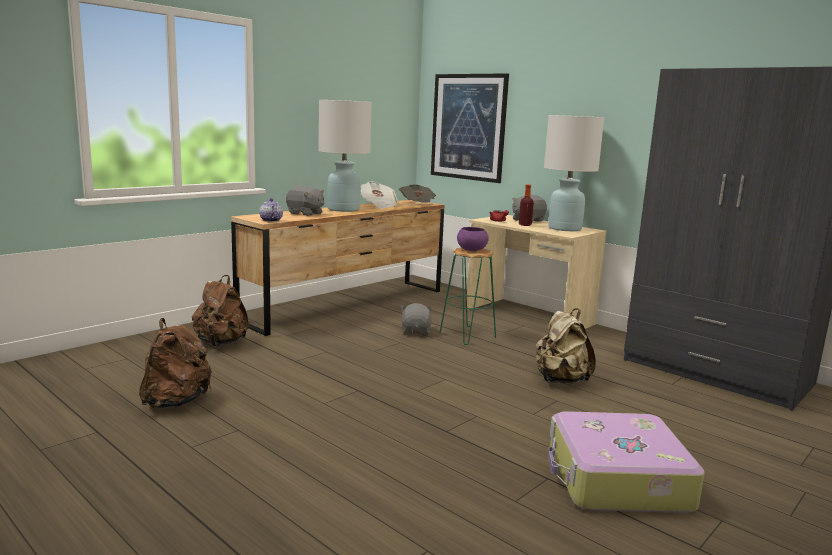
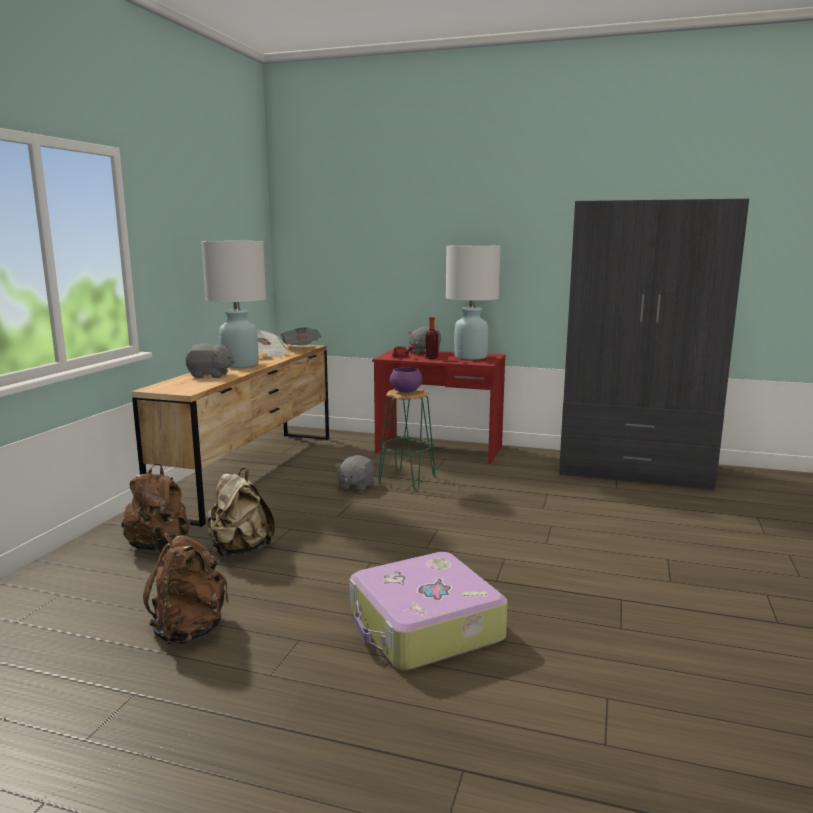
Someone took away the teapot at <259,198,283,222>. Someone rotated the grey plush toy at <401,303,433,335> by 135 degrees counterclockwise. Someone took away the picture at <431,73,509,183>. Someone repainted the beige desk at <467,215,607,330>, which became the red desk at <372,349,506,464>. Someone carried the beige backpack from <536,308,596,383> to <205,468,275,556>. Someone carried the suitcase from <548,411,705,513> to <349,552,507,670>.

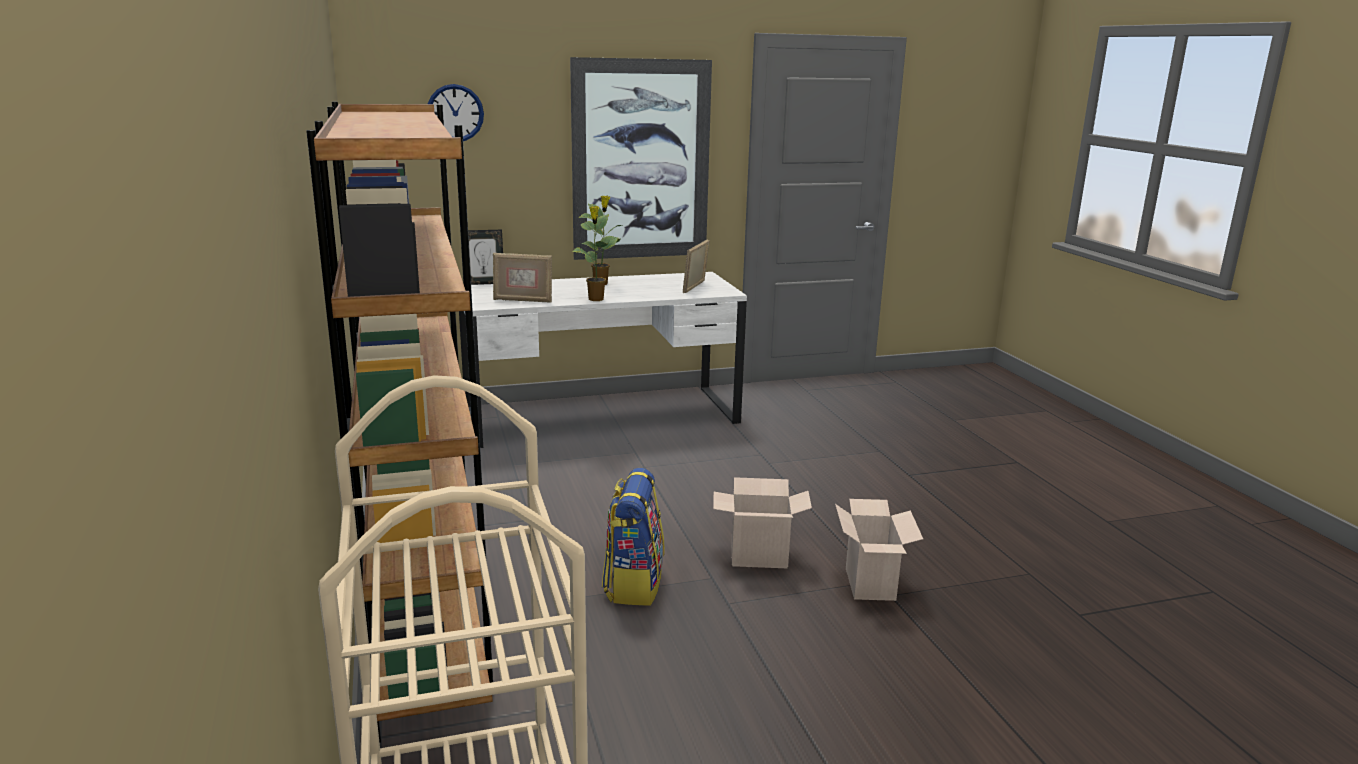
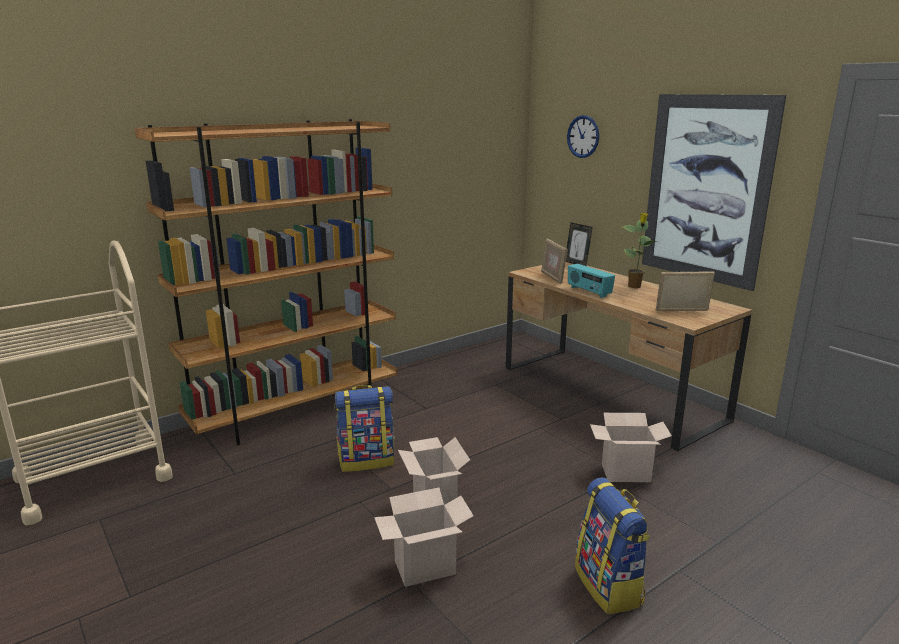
Someone repainted the white desk at <459,272,747,448>, which became the brown desk at <506,262,752,451>. Someone swapped the potted plant at <572,206,618,301> for the radio at <568,264,615,298>. Someone put down the backpack at <575,477,650,614>. Someone put down the cardboard box at <590,413,672,482>.

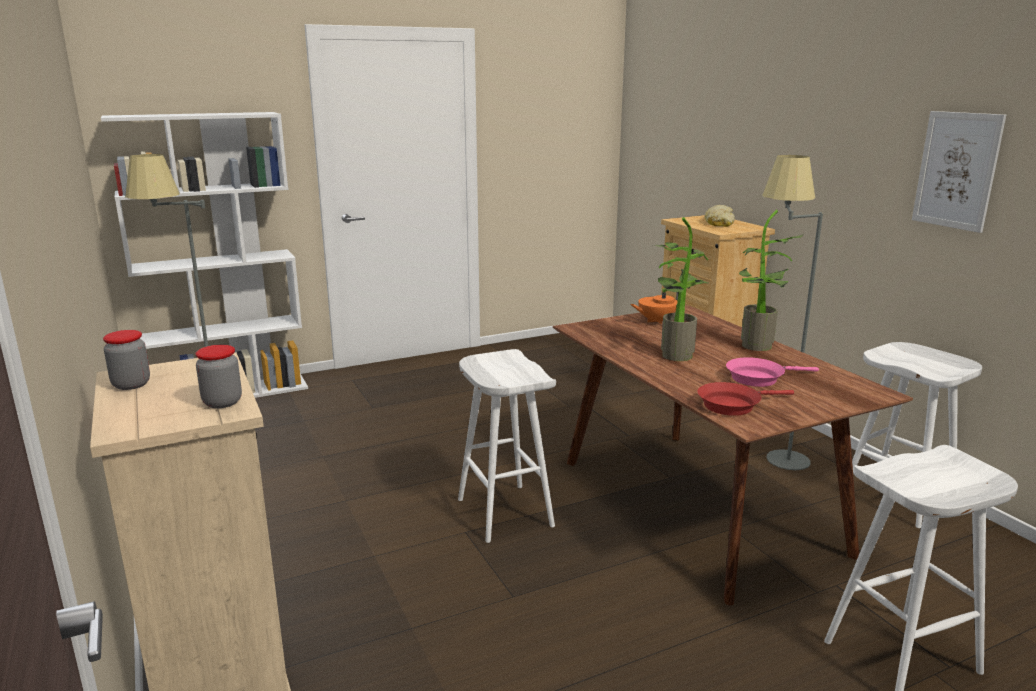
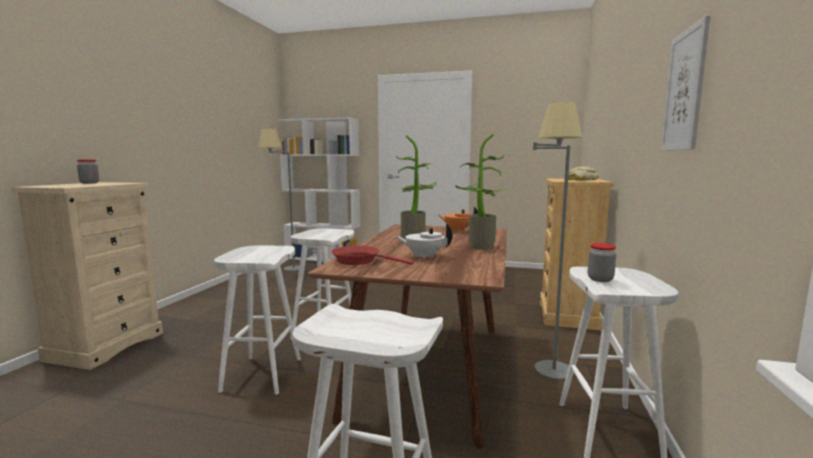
Someone carried the jar from <196,345,242,408> to <588,243,616,282>. Someone swapped the pink frying pan at <726,357,819,387> for the white teapot at <395,224,453,259>. Someone put down the white stool at <214,245,301,395>.

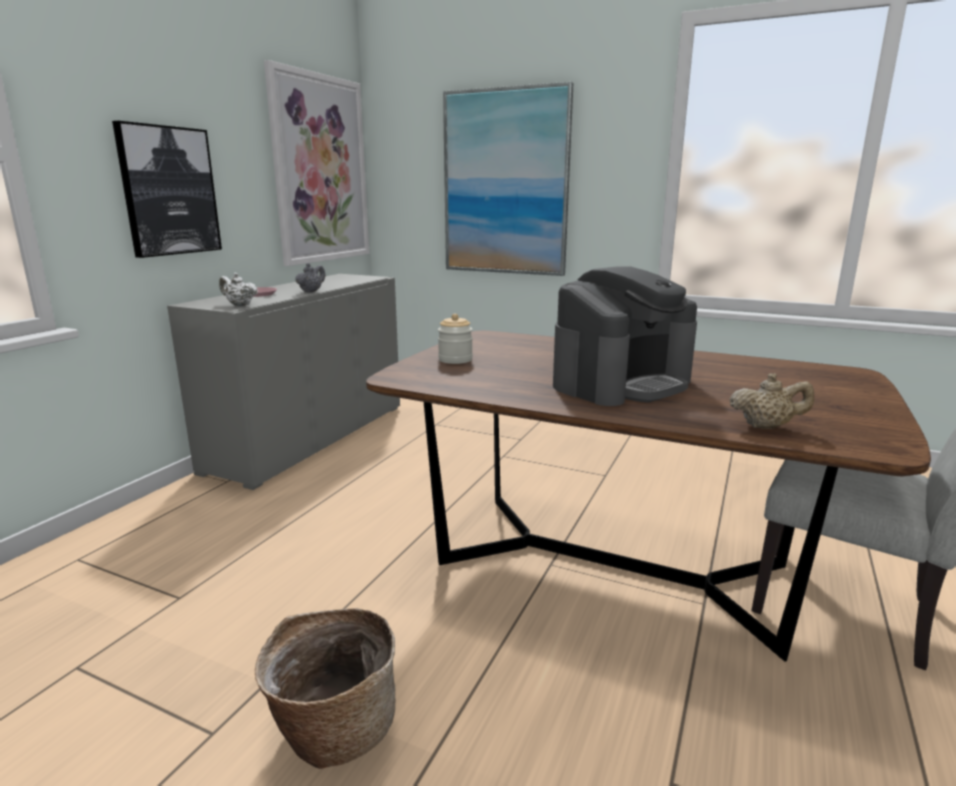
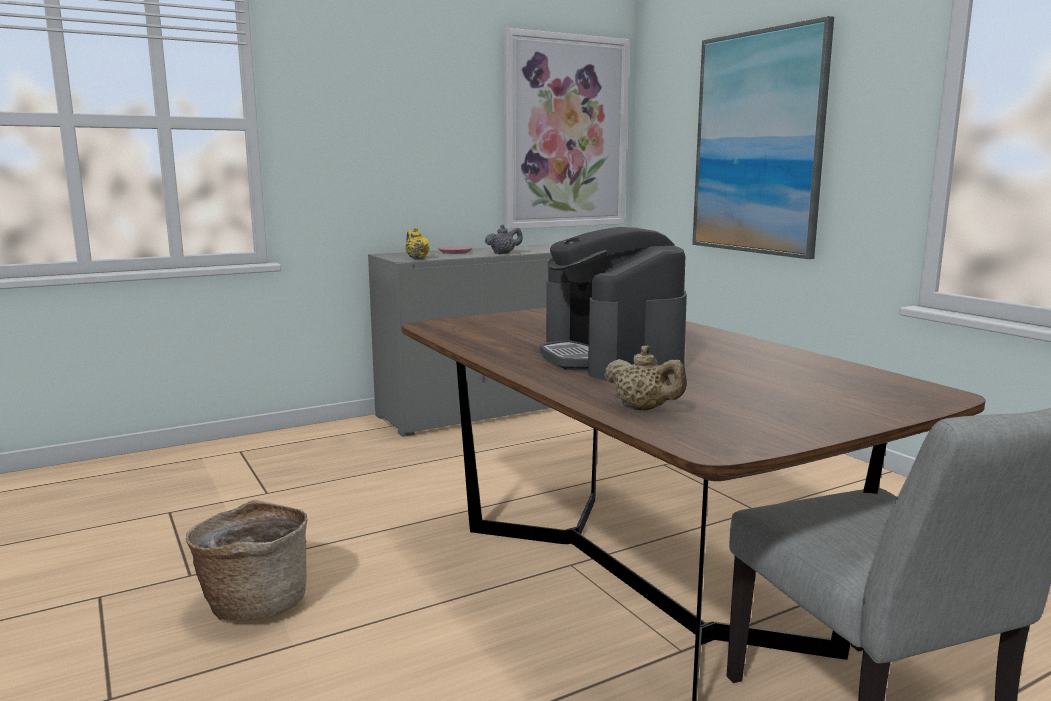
Someone took away the picture at <112,121,222,258>. Someone repainted the white teapot at <219,273,258,306>, which became the yellow teapot at <405,227,429,259>. Someone took away the jar at <438,314,473,364>. Someone rotated the coffee machine at <553,266,697,406> by 75 degrees clockwise.

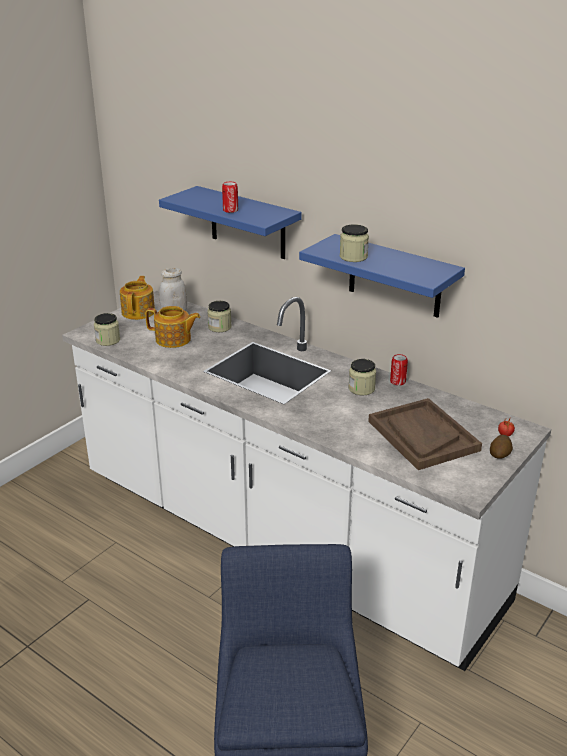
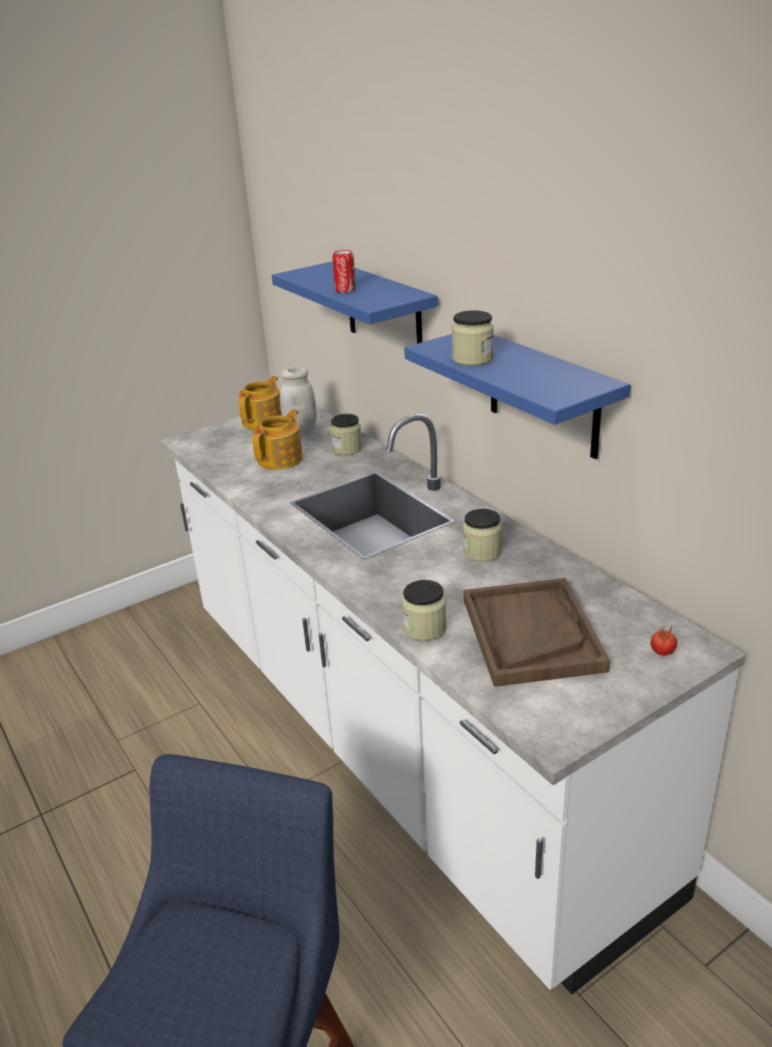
Someone carried the jar from <94,313,120,346> to <402,580,447,641>. Someone rotated the teapot at <145,306,200,348> by 90 degrees counterclockwise. Someone took away the can at <390,354,408,386>. Someone took away the potato at <490,435,513,459>.

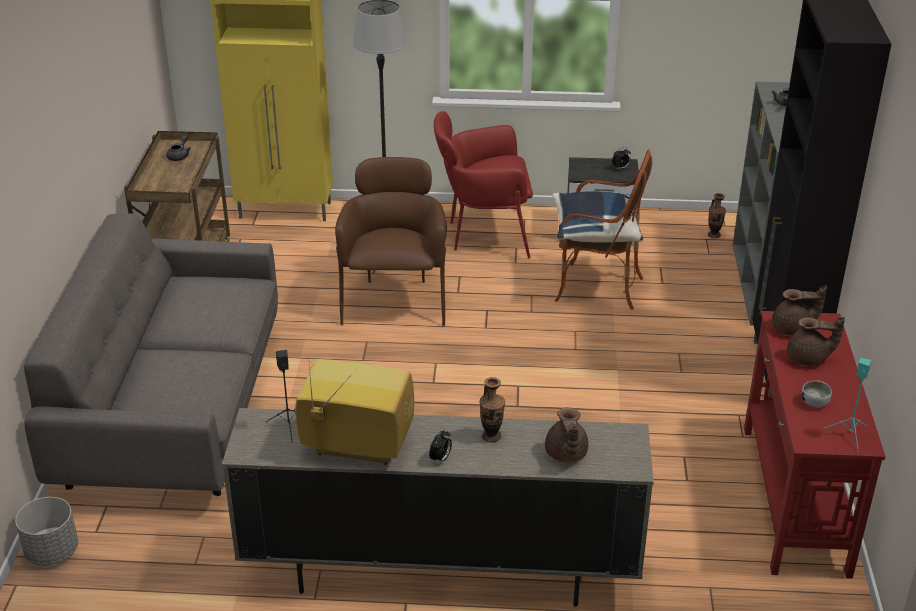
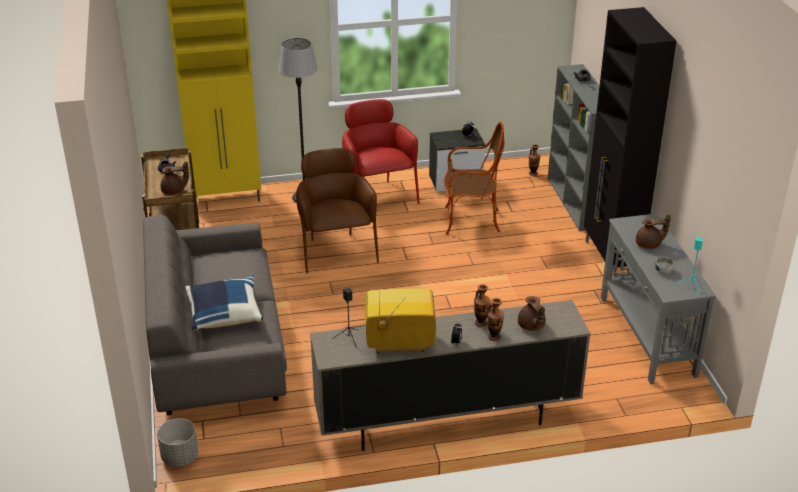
Someone rotated the red armchair at <434,111,533,258> by 90 degrees clockwise. Someone carried the blue pillow from <552,191,643,243> to <185,275,263,330>. Someone repainted the red console table at <744,311,886,579>, which became the grey console table at <601,213,716,384>. Someone carried the brown teapot from <772,286,827,336> to <161,162,189,195>. Someone put down the vase at <487,298,504,341>.

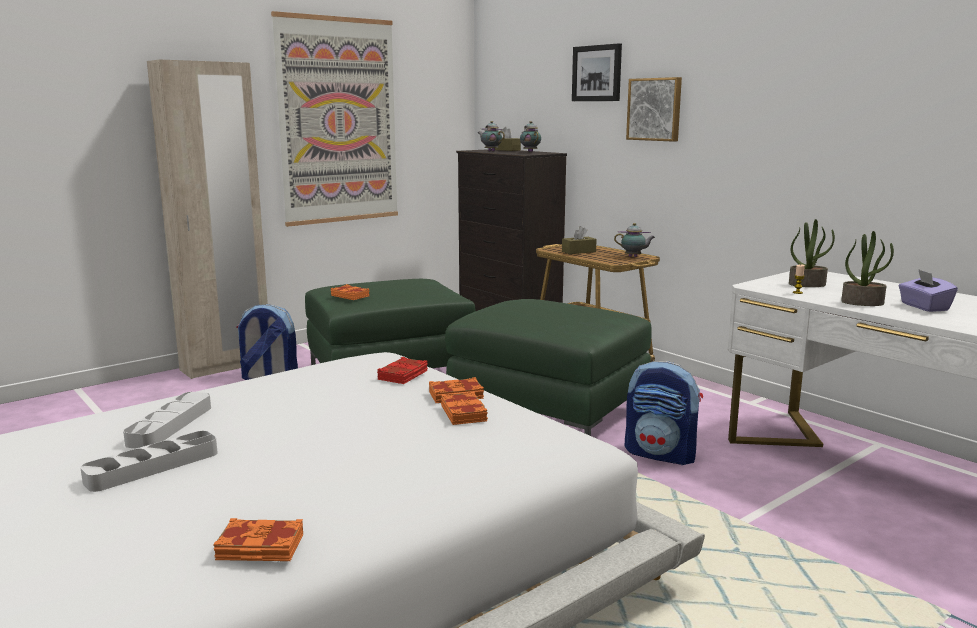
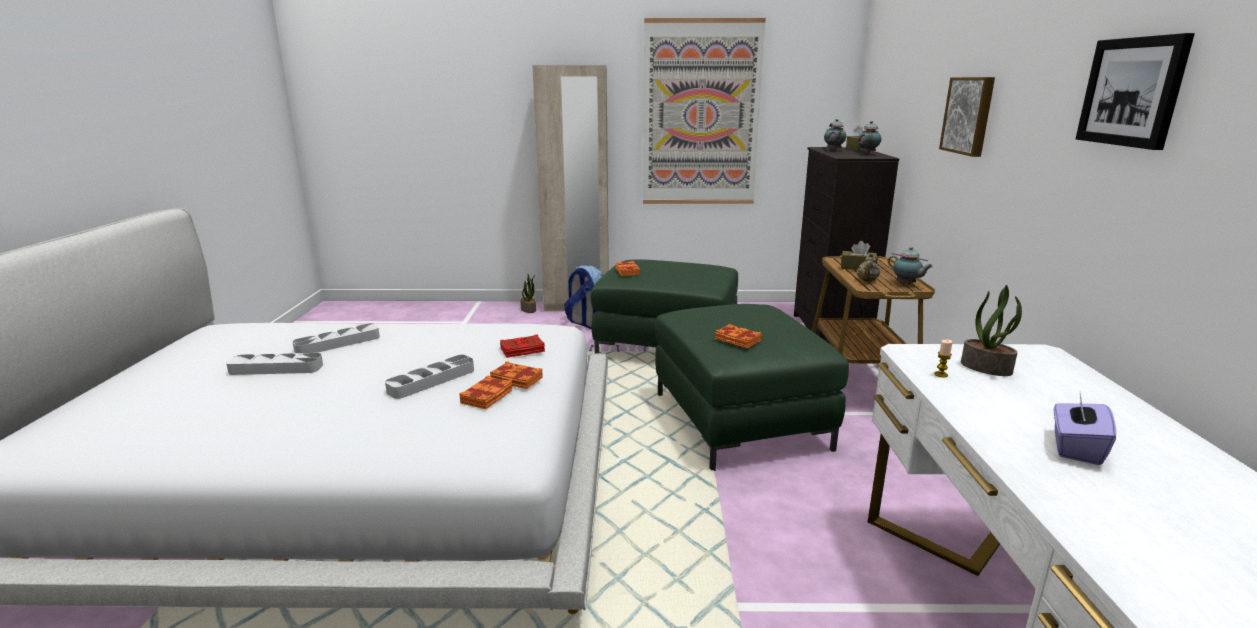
Someone carried the orange book from <213,518,303,561> to <715,324,762,348>. Someone carried the picture from <572,43,622,101> to <1076,33,1195,150>. Someone took away the backpack at <625,361,703,465>. Someone carried the potted plant from <841,231,894,306> to <520,273,536,313>. Someone put down the grey tray at <385,355,474,399>. Someone put down the beige teapot at <857,254,880,282>.

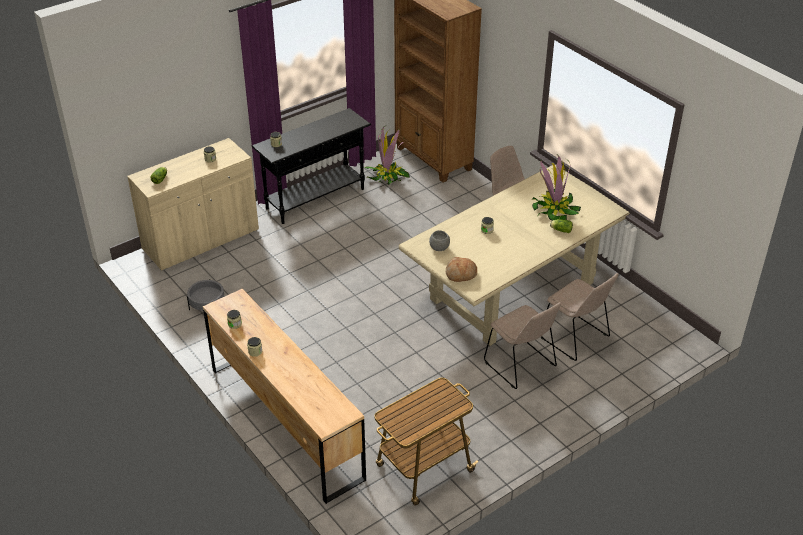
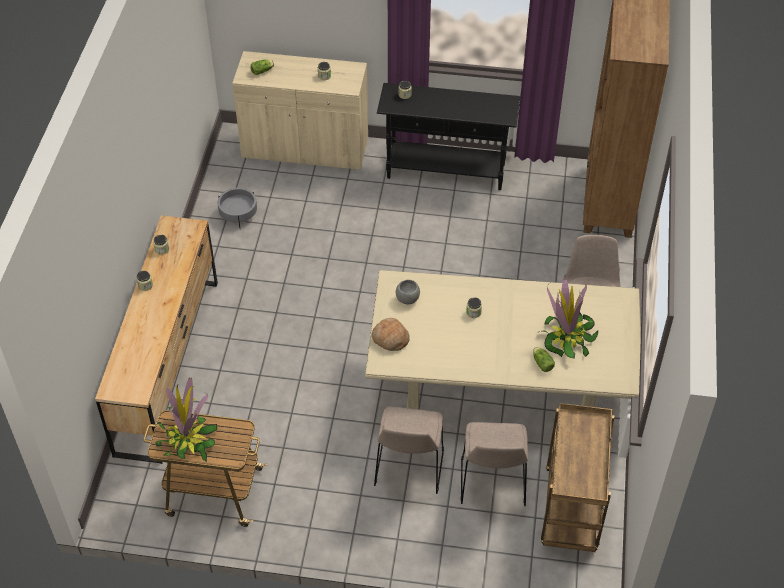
Someone carried the potted plant from <365,126,410,185> to <155,377,217,462>. Someone put down the brown cart at <541,403,614,552>.

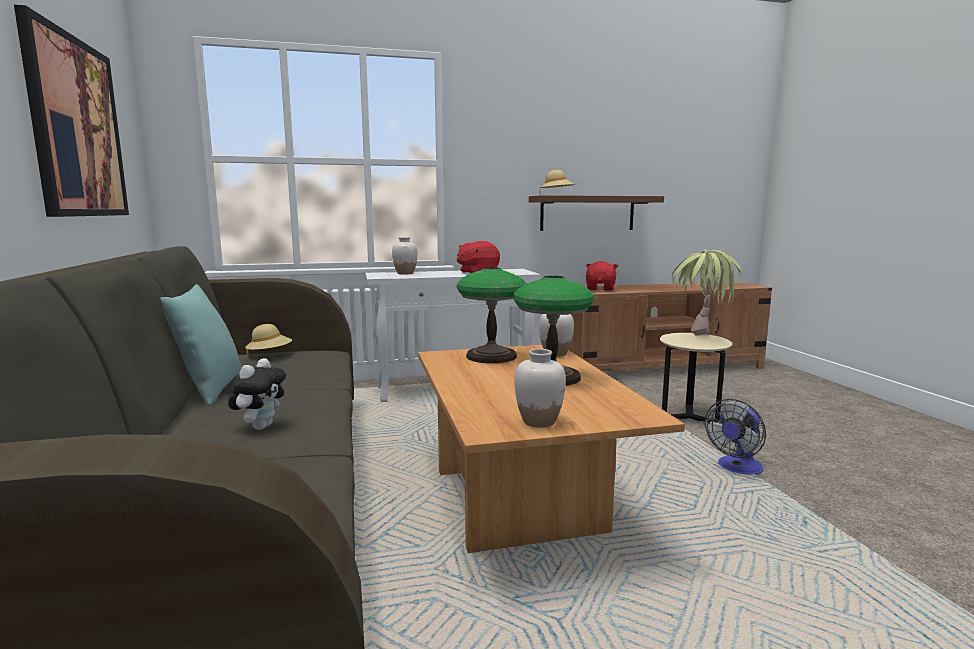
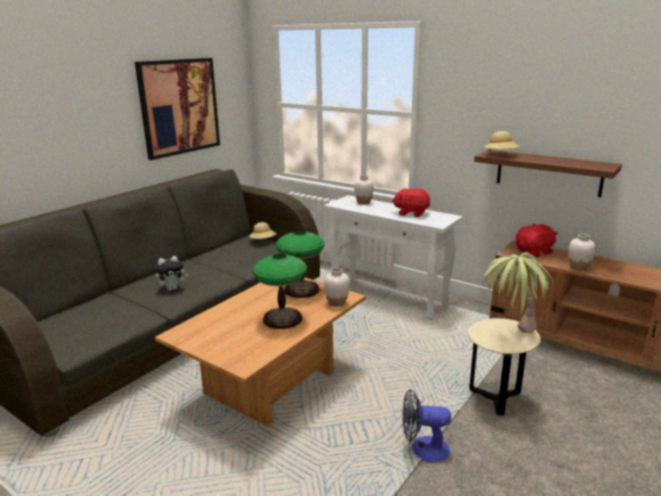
Someone took away the turquoise pillow at <160,284,242,406>. Someone carried the white vase from <514,349,566,427> to <568,234,595,271>.

